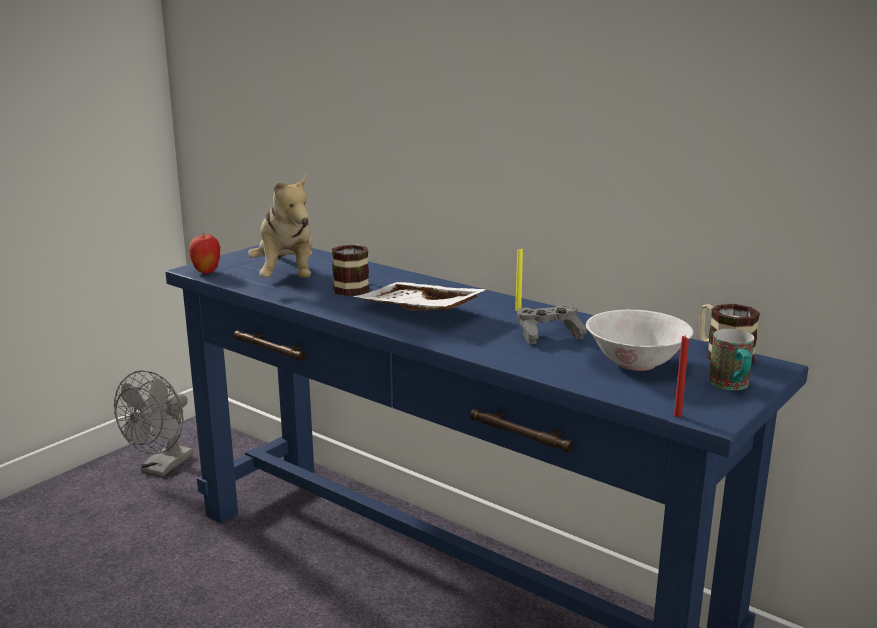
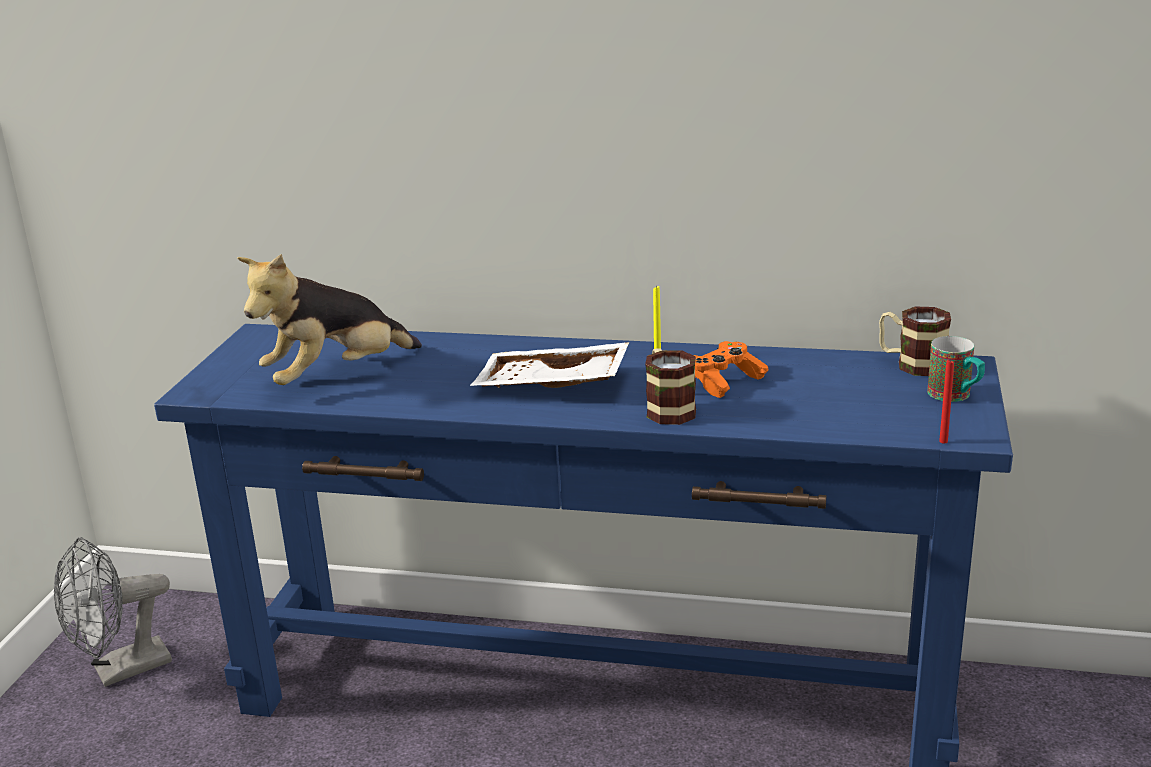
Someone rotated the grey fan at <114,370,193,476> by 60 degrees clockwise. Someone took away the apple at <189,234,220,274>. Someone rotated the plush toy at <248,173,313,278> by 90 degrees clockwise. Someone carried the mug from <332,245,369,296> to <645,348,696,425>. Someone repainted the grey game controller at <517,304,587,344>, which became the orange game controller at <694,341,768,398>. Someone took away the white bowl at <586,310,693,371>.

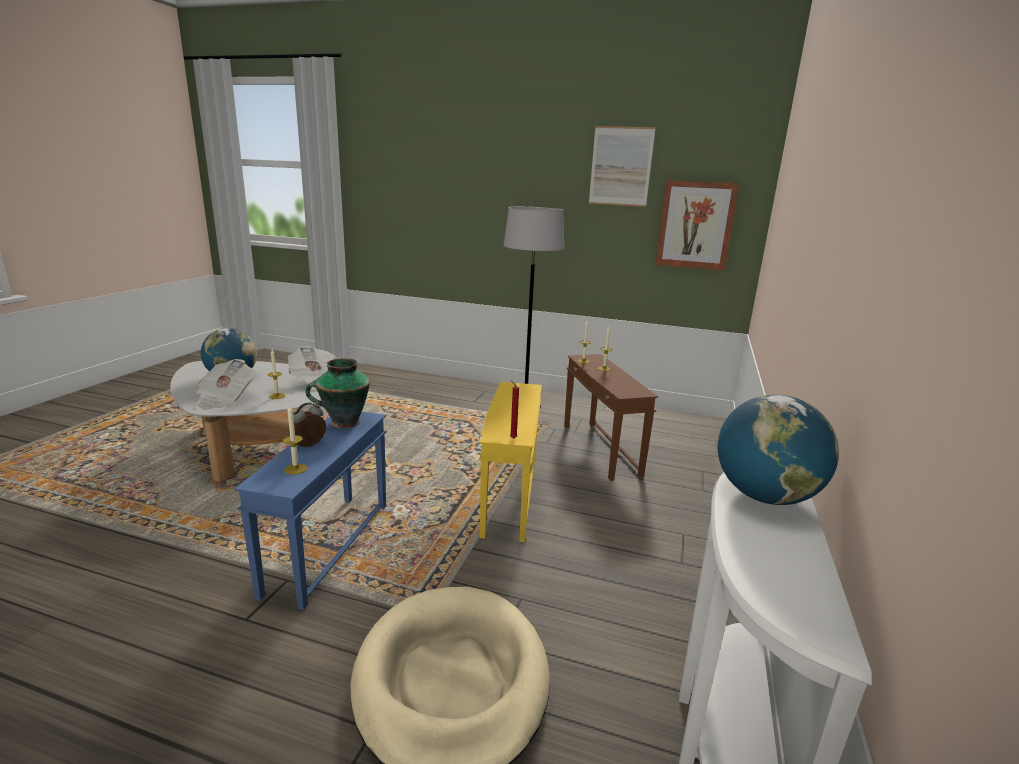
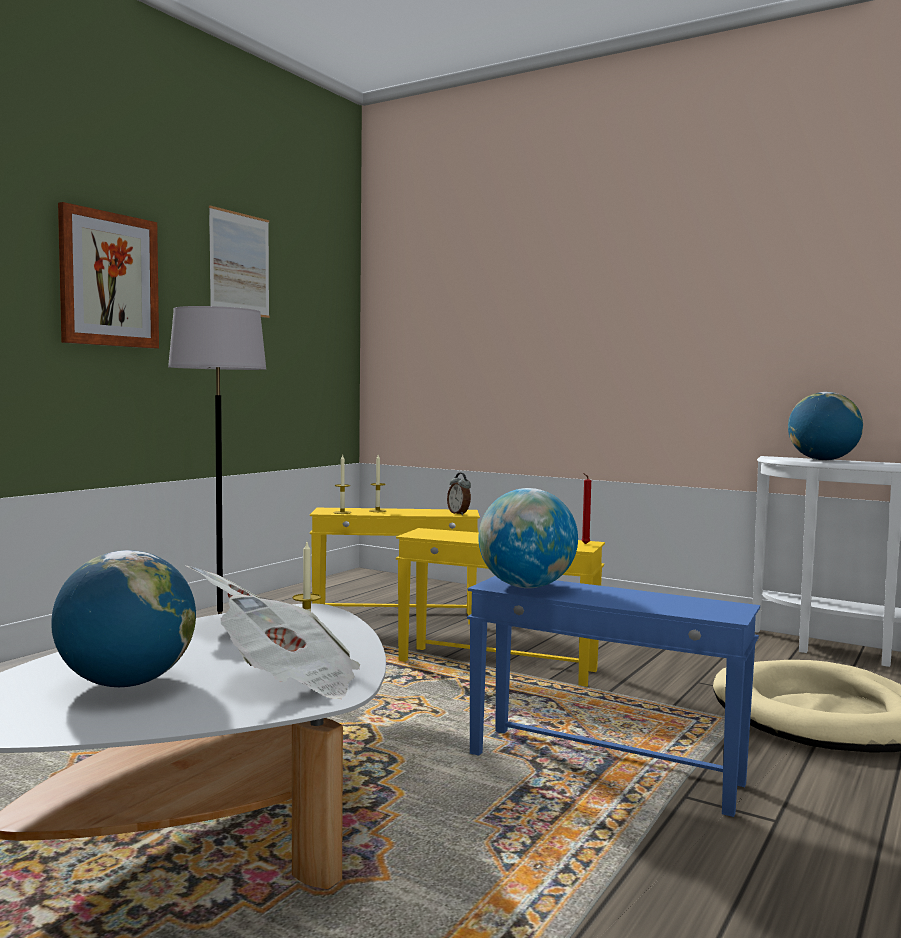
Someone took away the candle at <283,405,307,475>. Someone carried the alarm clock from <289,403,326,448> to <447,473,471,515>. Someone swapped the vase at <306,358,370,428> for the globe at <478,488,578,588>. Someone repainted the brown side table at <564,354,658,481>, which became the yellow side table at <310,508,480,624>. Someone carried the picture from <655,180,740,271> to <58,202,159,349>.

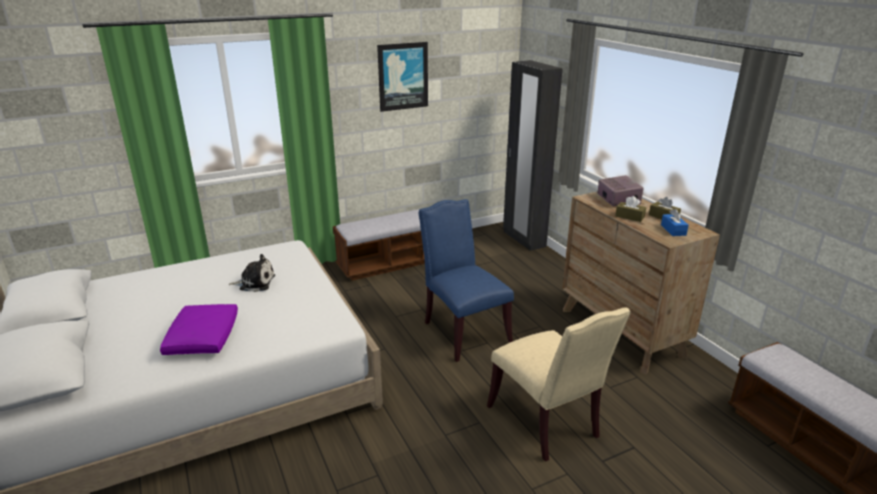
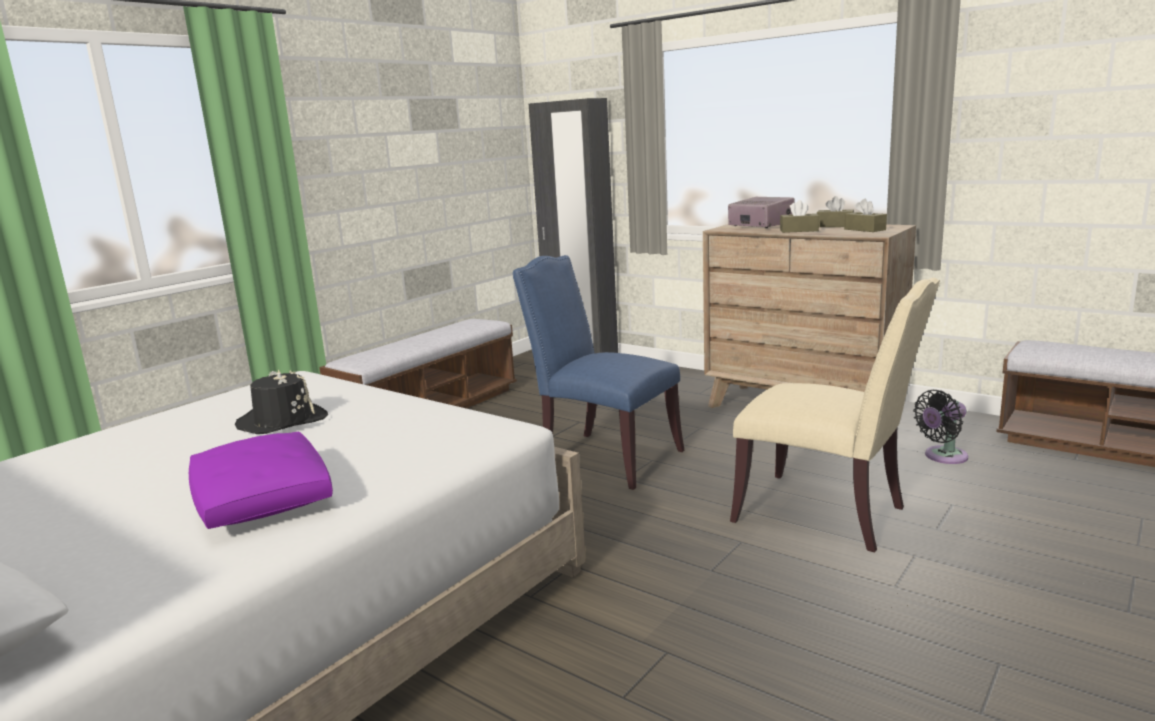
Someone swapped the plush toy at <228,254,275,292> for the black hat at <235,369,328,434>. Someone took away the picture at <377,42,428,112>. Someone repainted the blue tissue box at <661,209,689,236>, which became the brown tissue box at <844,199,887,232>. Someone put down the black fan at <913,390,968,464>.

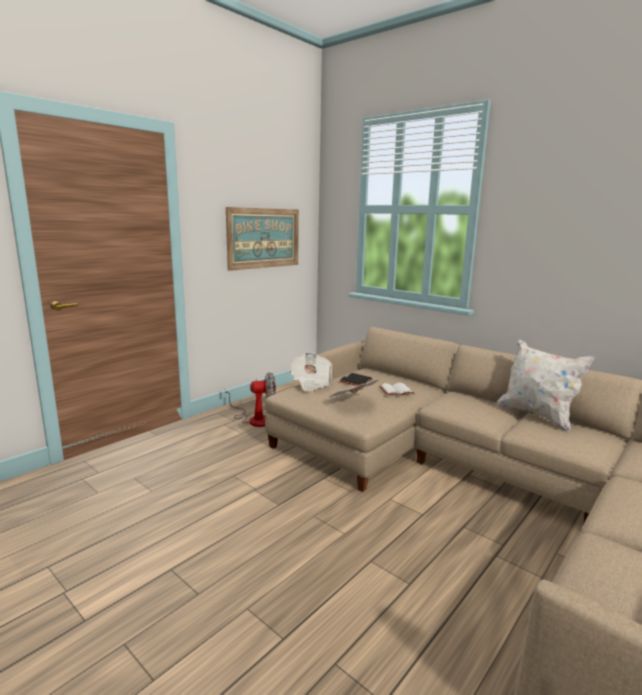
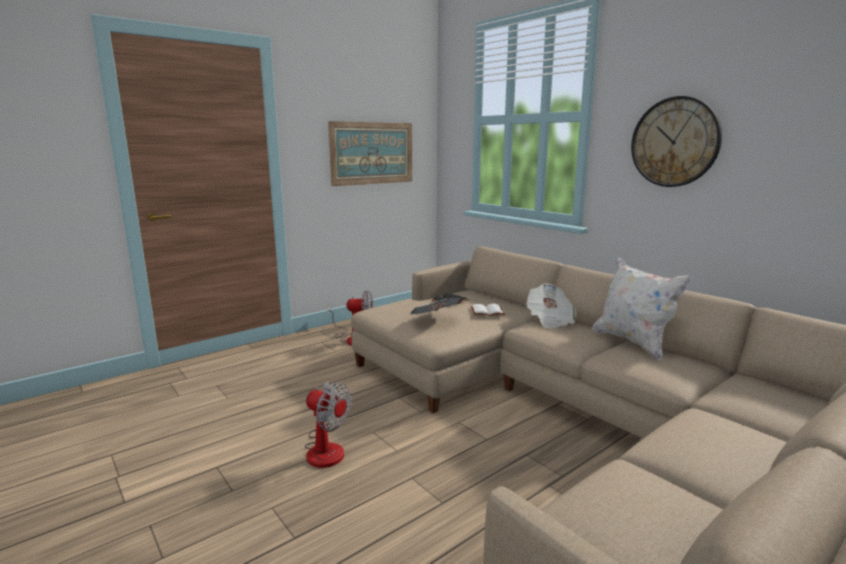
Someone carried the newspaper from <290,352,332,391> to <526,283,576,328>. Someone put down the fan at <305,381,352,468>. Someone put up the wall clock at <631,96,722,187>.

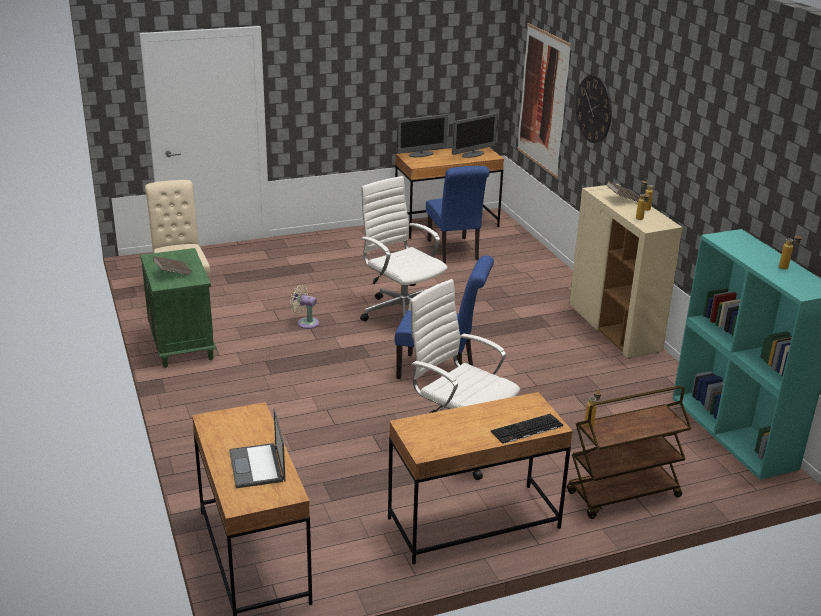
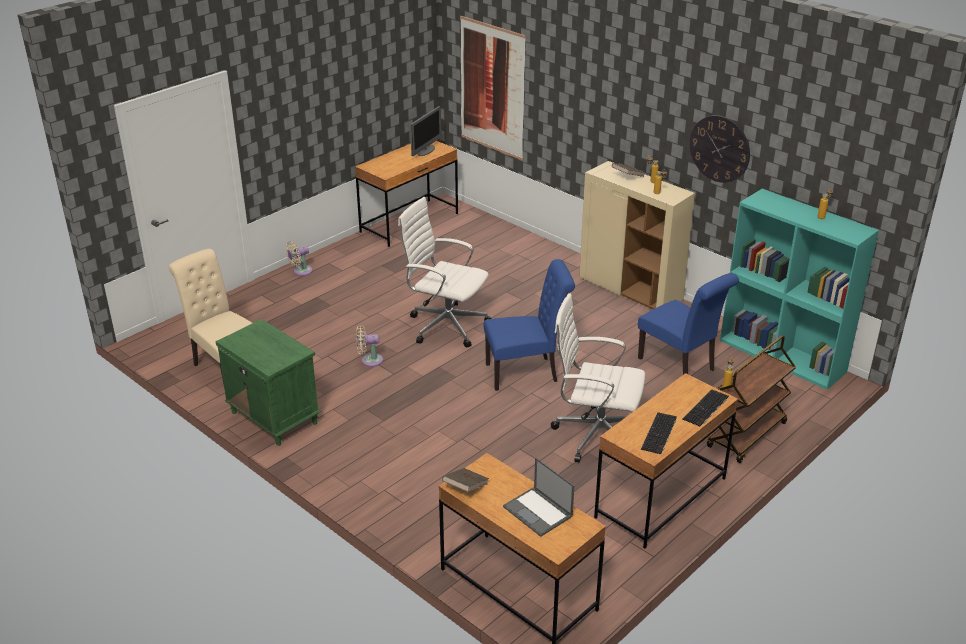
Someone carried the brown book from <153,256,192,275> to <442,468,489,492>. Someone took away the monitor at <397,114,448,157>. Someone carried the blue chair from <426,166,490,263> to <638,273,739,375>. Someone carried the wall clock from <576,75,612,143> to <690,115,750,183>. Someone put down the beige fan at <285,241,313,276>. Someone put down the keyboard at <641,412,677,455>.

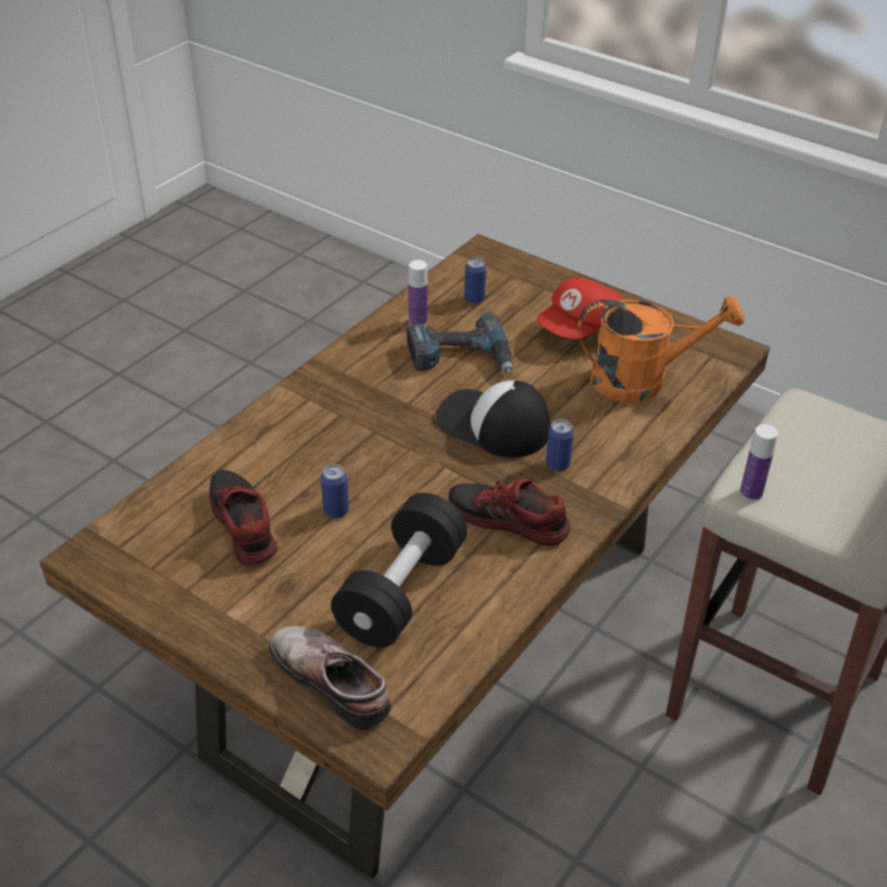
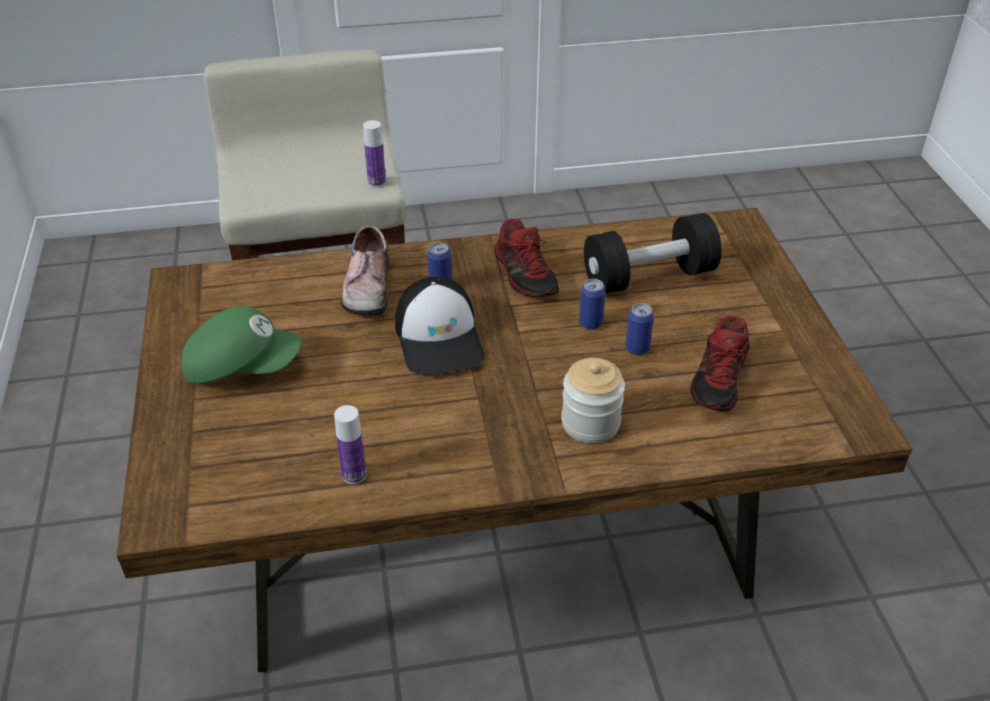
Someone carried the shoe from <269,626,391,730> to <341,226,389,316>. Someone took away the power drill at <407,312,513,373>. Someone carried the can from <464,258,487,304> to <579,279,606,330>. Someone repainted the red cap at <537,278,624,339>, which became the green cap at <181,306,301,383>. Someone took away the orange watering can at <578,295,744,402>. Someone put down the jar at <561,358,625,443>.

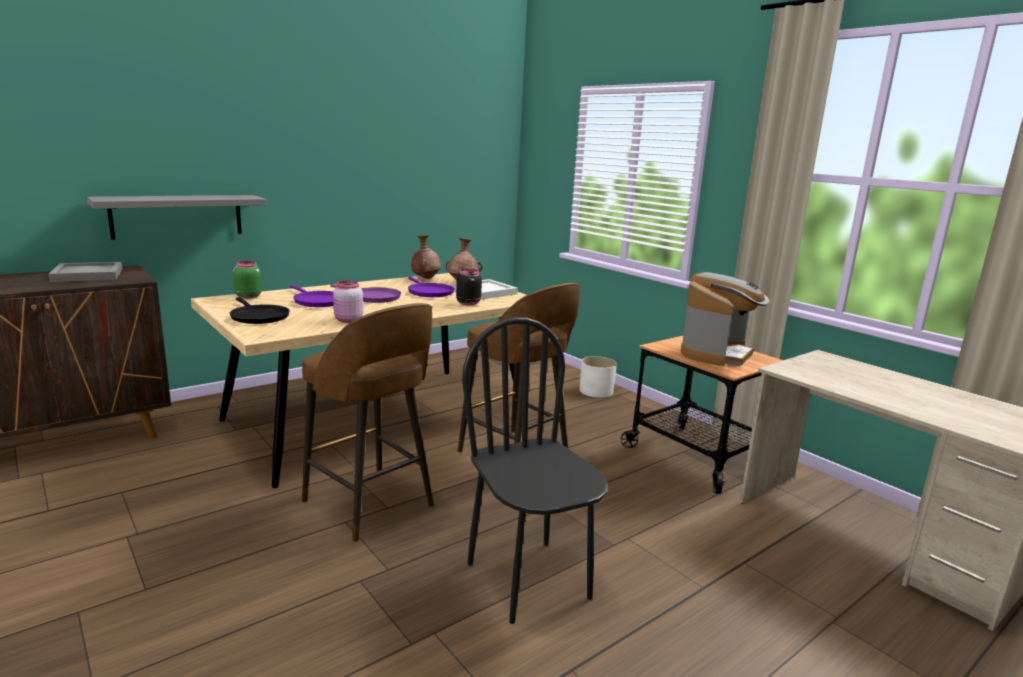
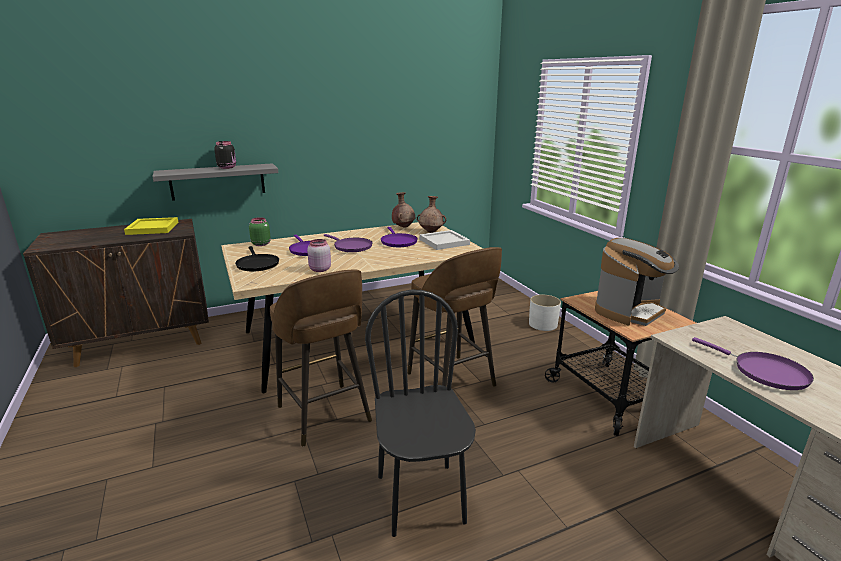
Someone repainted the grey tray at <49,262,122,282>, which became the yellow tray at <124,217,179,235>. Someone carried the black jar from <456,269,482,305> to <214,141,236,169>. Someone put down the purple frying pan at <692,337,814,390>.

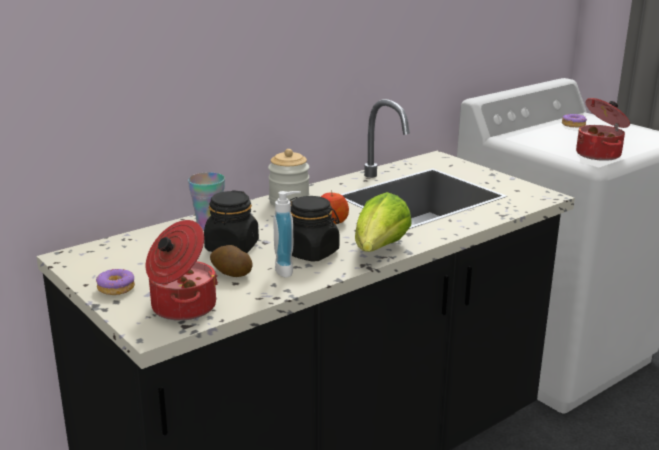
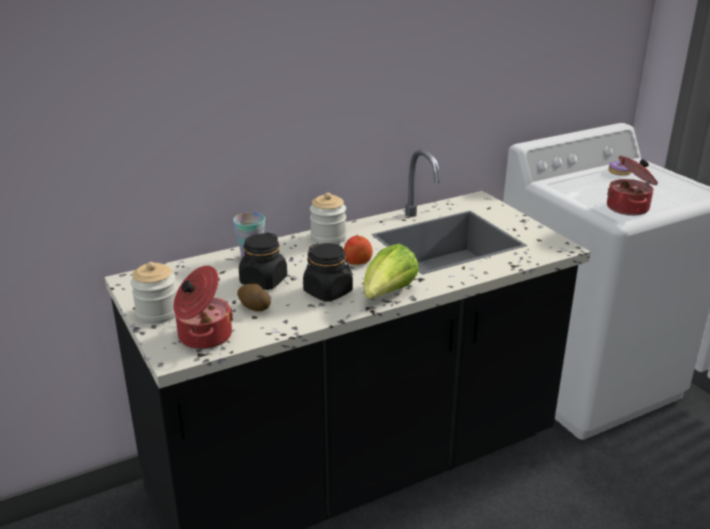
Someone swapped the donut at <96,269,135,295> for the jar at <131,262,177,324>. Someone took away the soap dispenser at <273,191,301,278>.

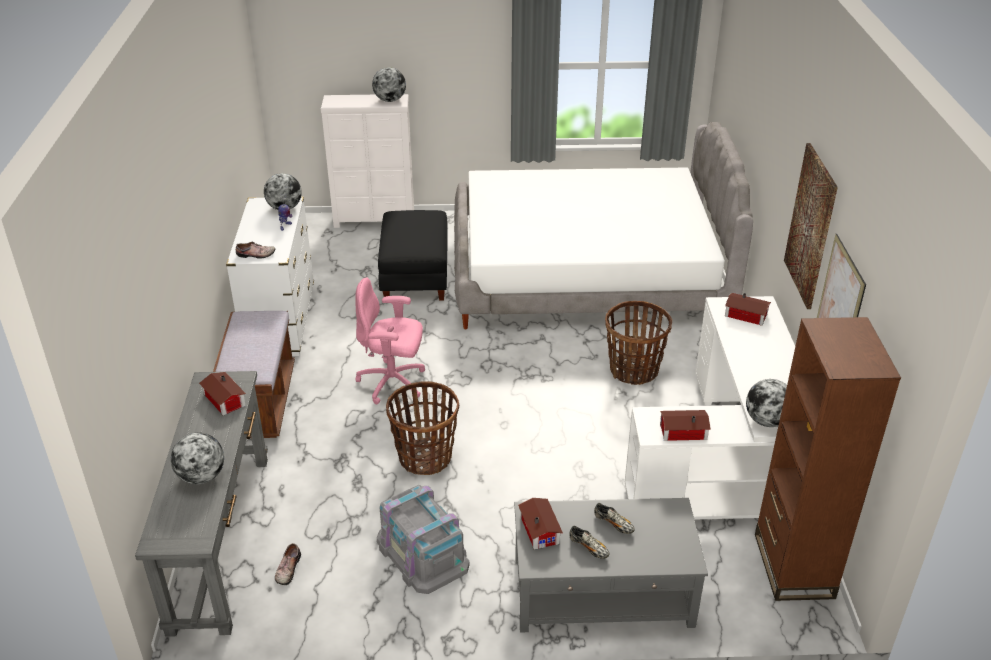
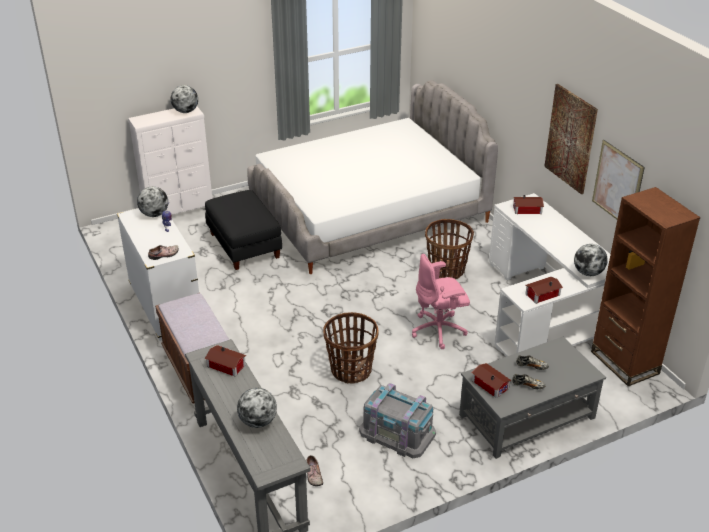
Someone carried the pink office chair from <355,277,425,404> to <412,254,470,349>.

